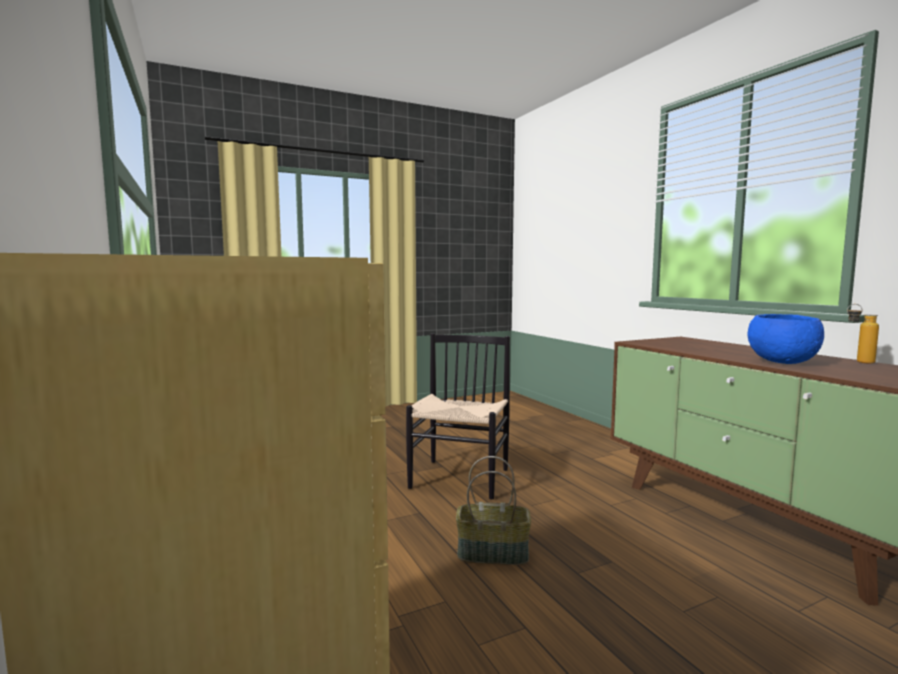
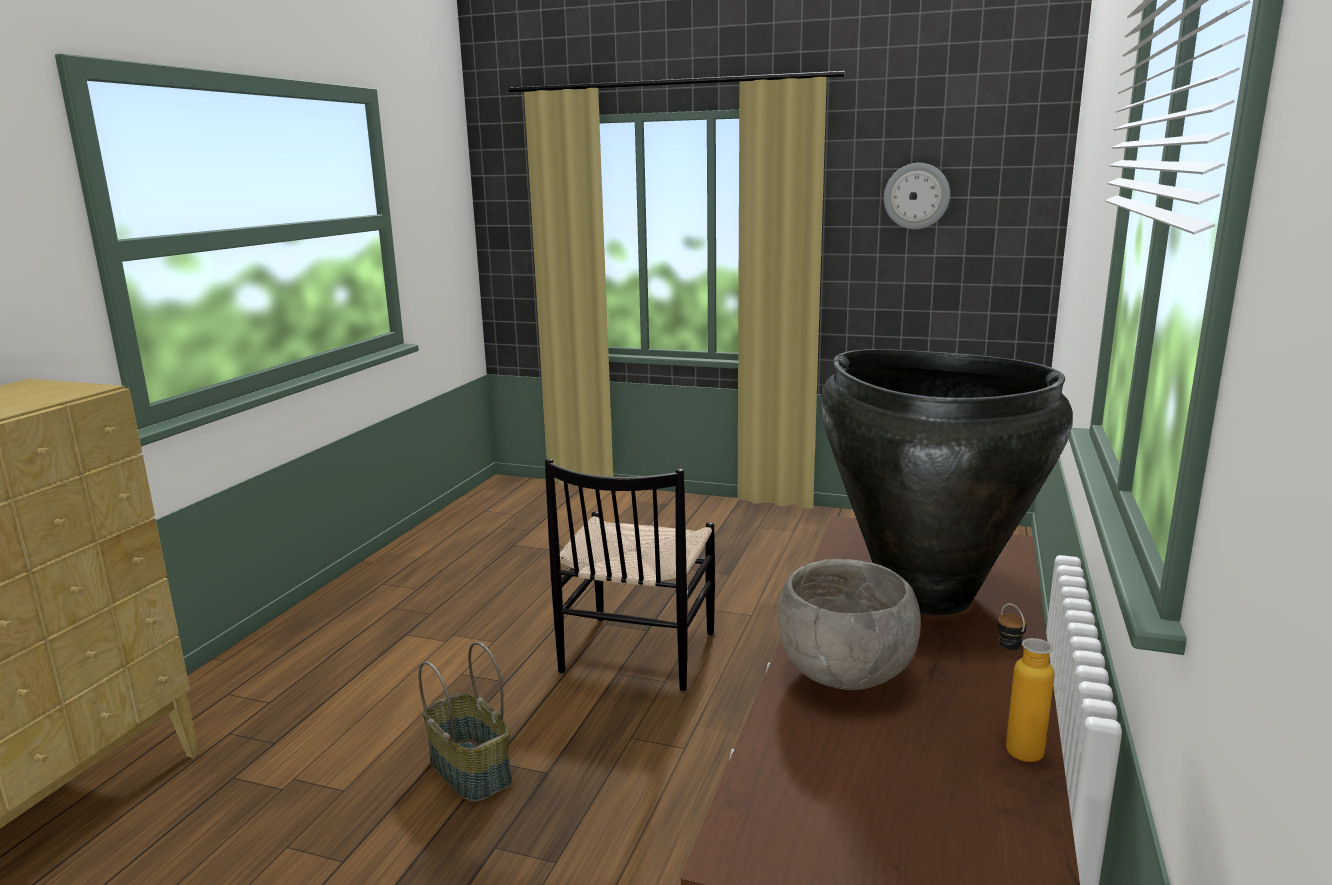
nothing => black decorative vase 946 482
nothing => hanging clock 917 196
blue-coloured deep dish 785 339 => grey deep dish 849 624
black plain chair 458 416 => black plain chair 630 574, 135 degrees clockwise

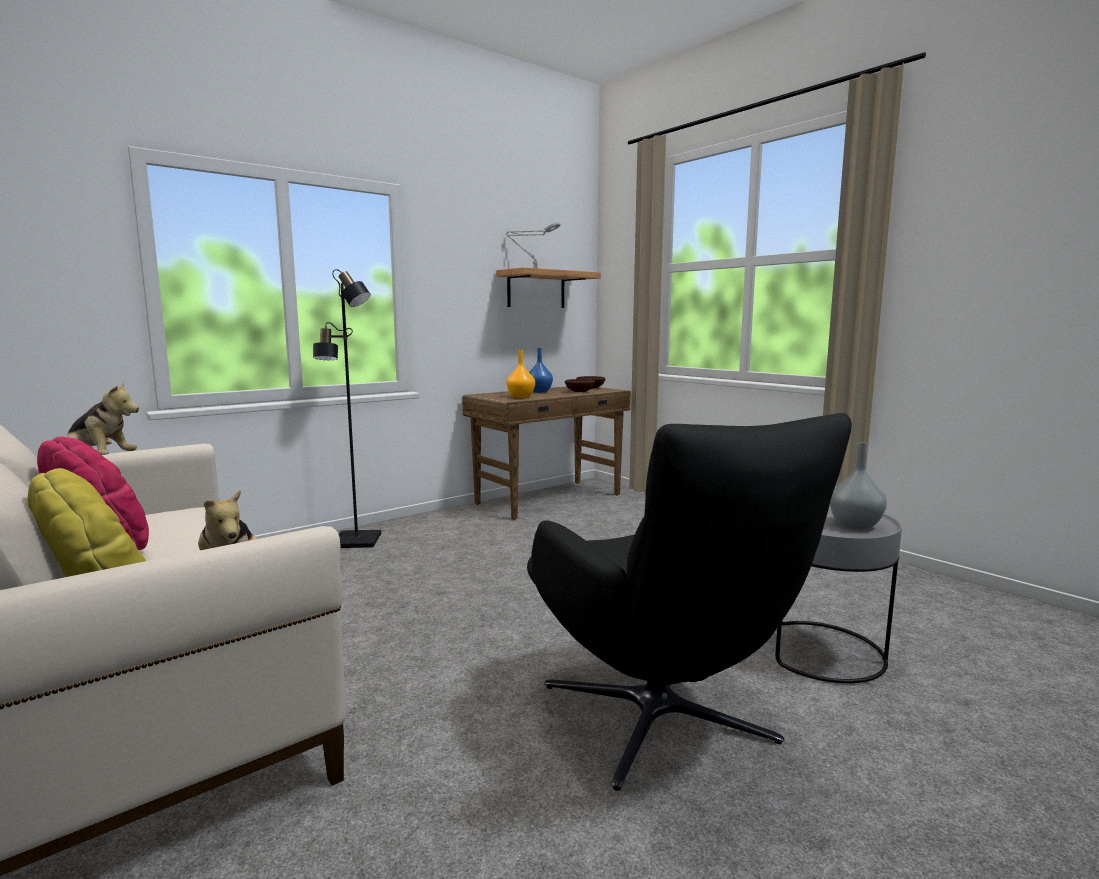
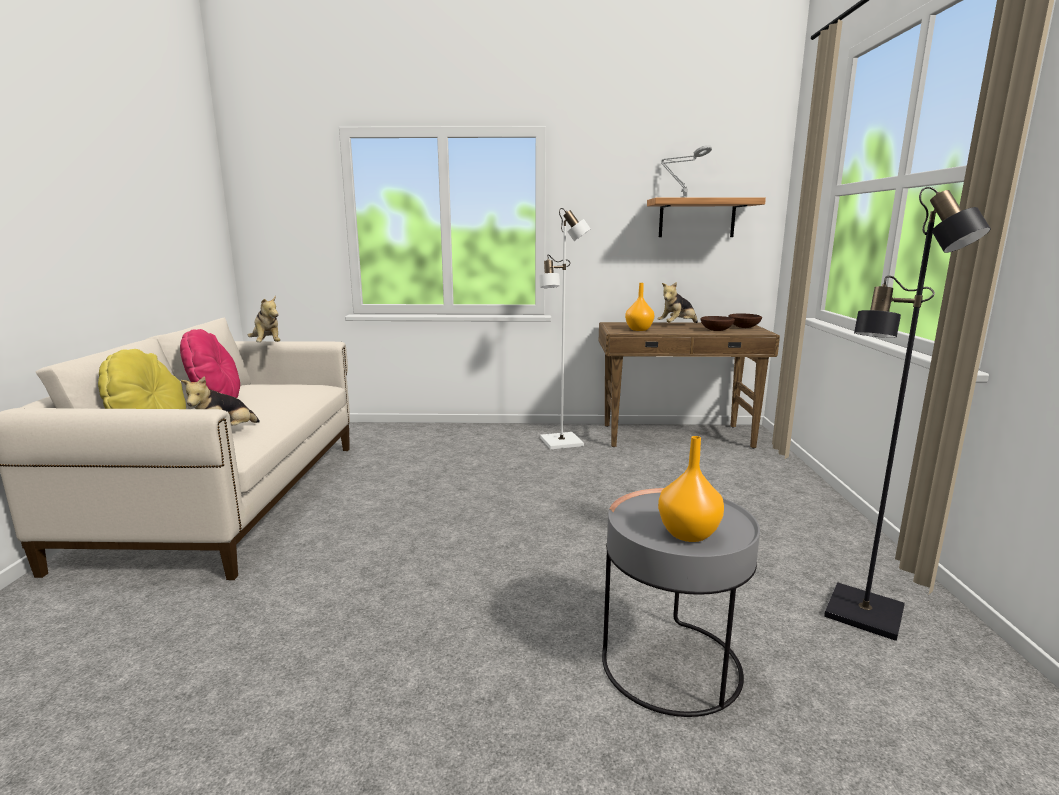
black lounge chair 689 602 => nothing
nothing => white-coloured floor lamp 565 328
black floor lamp 347 408 => black floor lamp 907 414, relocated
blue-coloured decorative vase 541 370 => cuddly toy 678 302
grey decorative vase 858 486 => orangey decorative vase 691 489

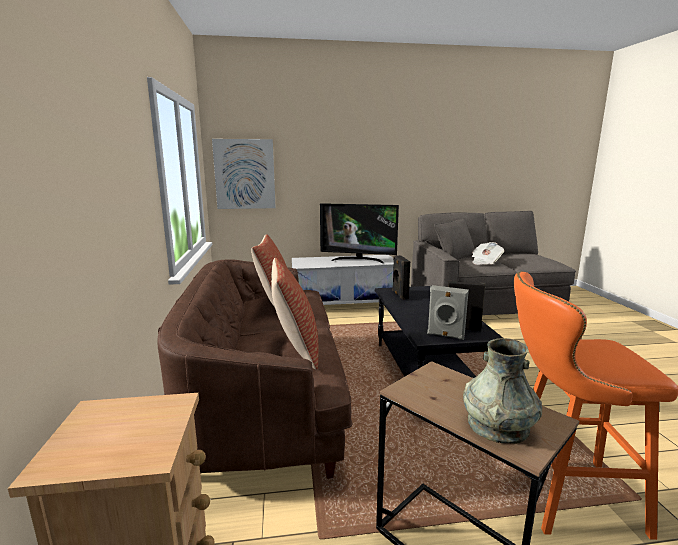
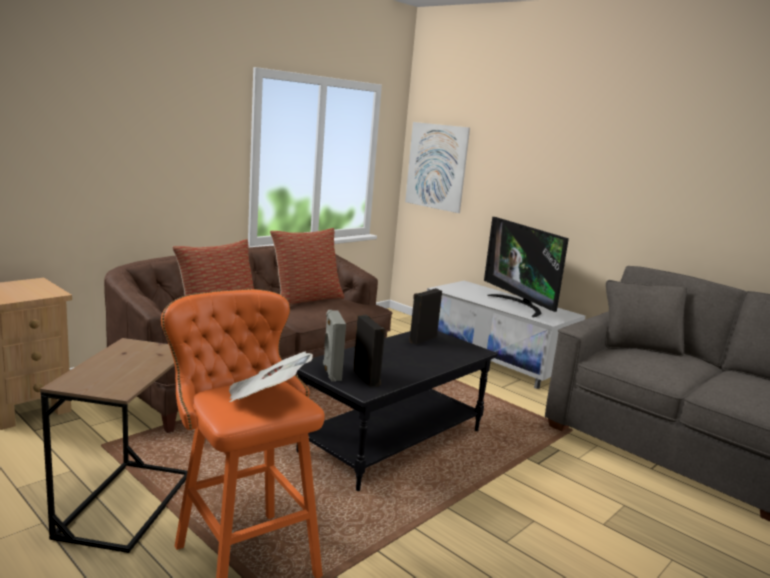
grey decorative vase 502 391 => nothing
printed paper 487 253 => printed paper 271 377, relocated

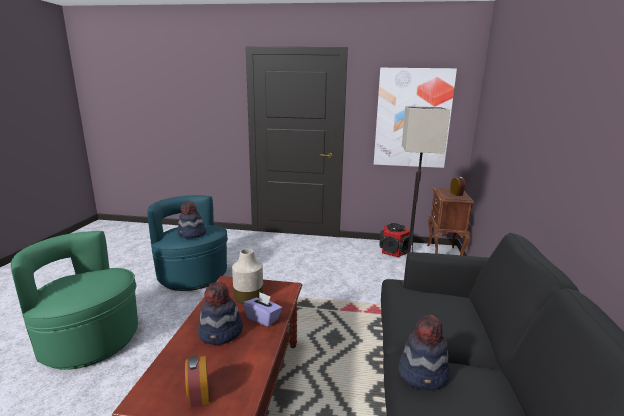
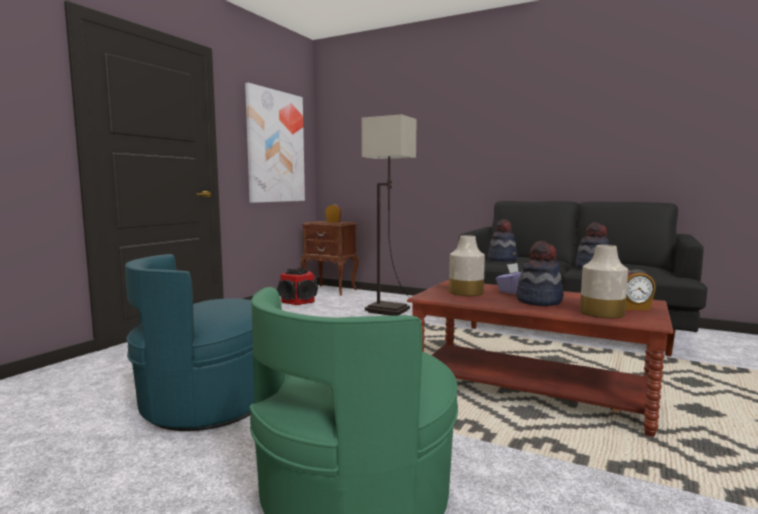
nothing => beige-coloured decorative vase 604 281
wearable hat 192 220 => wearable hat 502 240, relocated

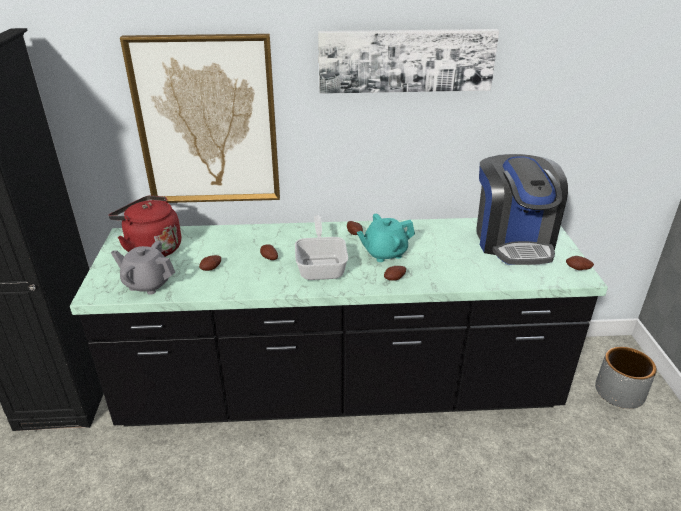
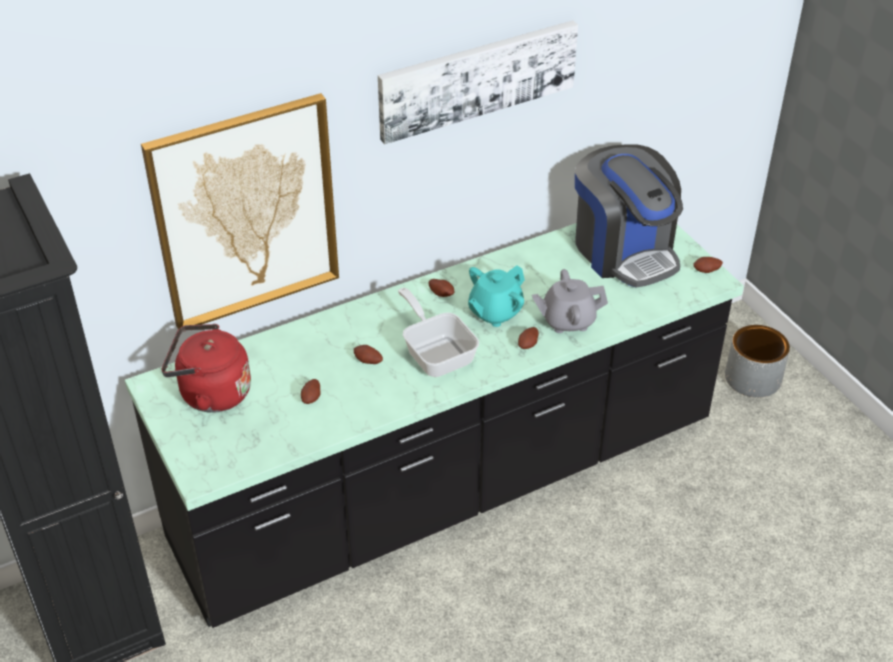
grey pot for tea 143 268 => grey pot for tea 570 301, relocated

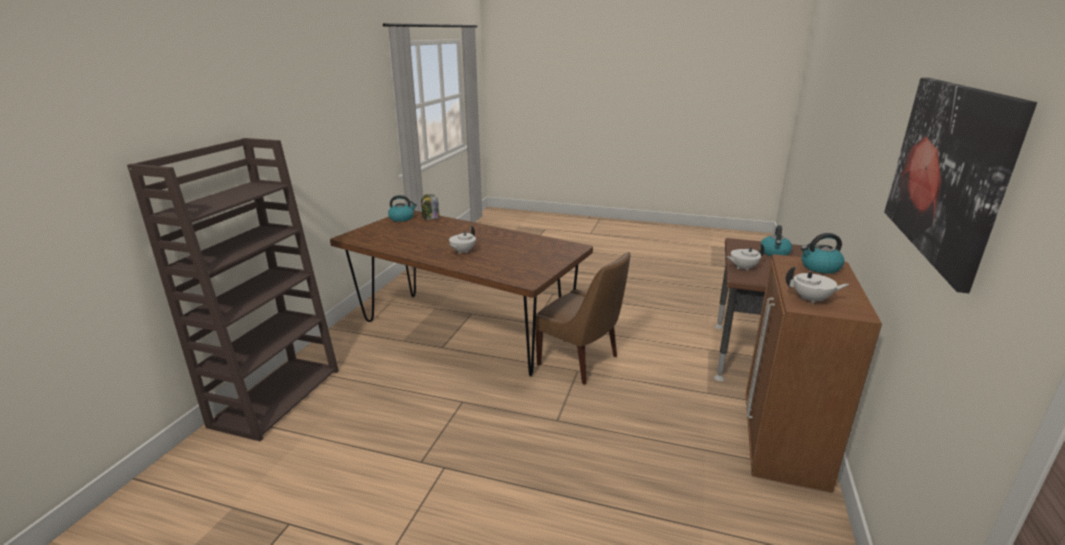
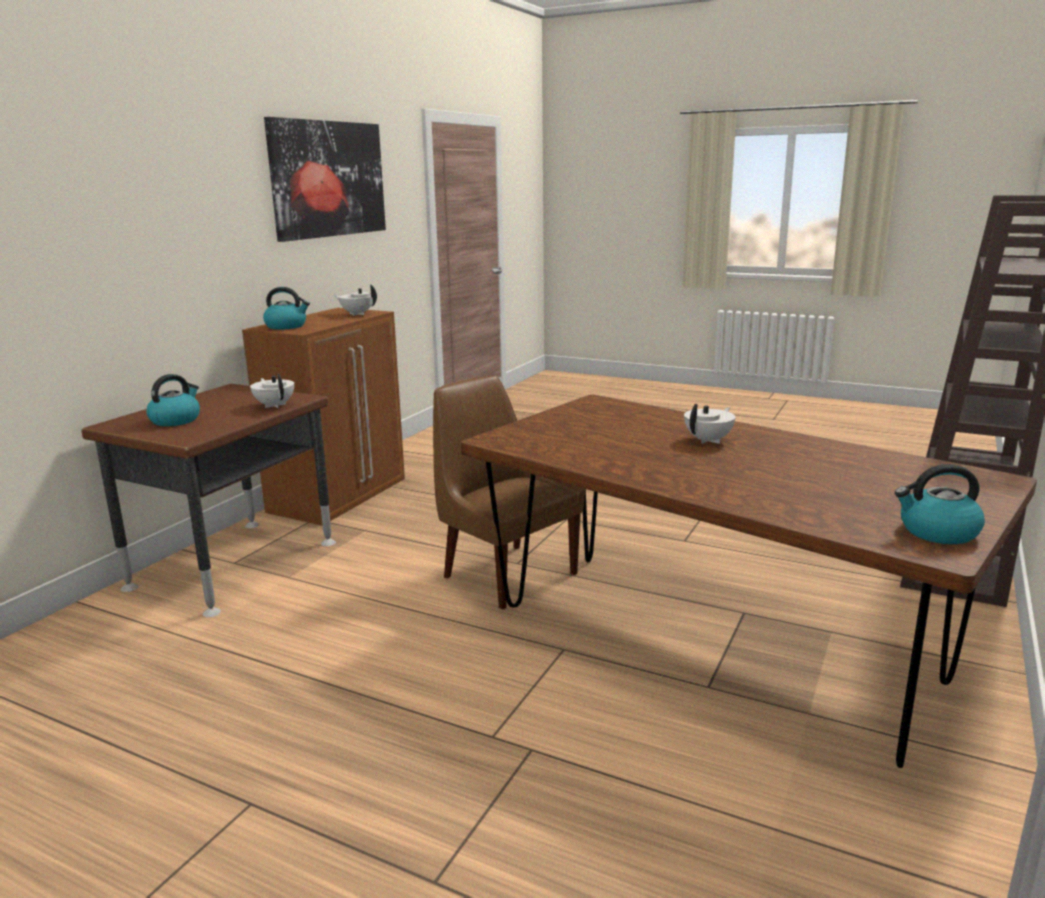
preserve jar 430 207 => nothing
white-coloured pot for tea 745 257 => white-coloured pot for tea 272 391, 120 degrees counterclockwise

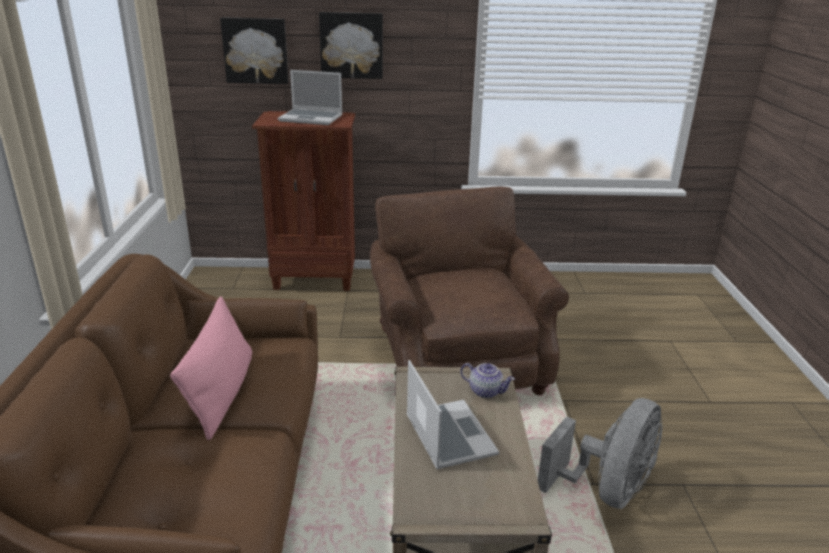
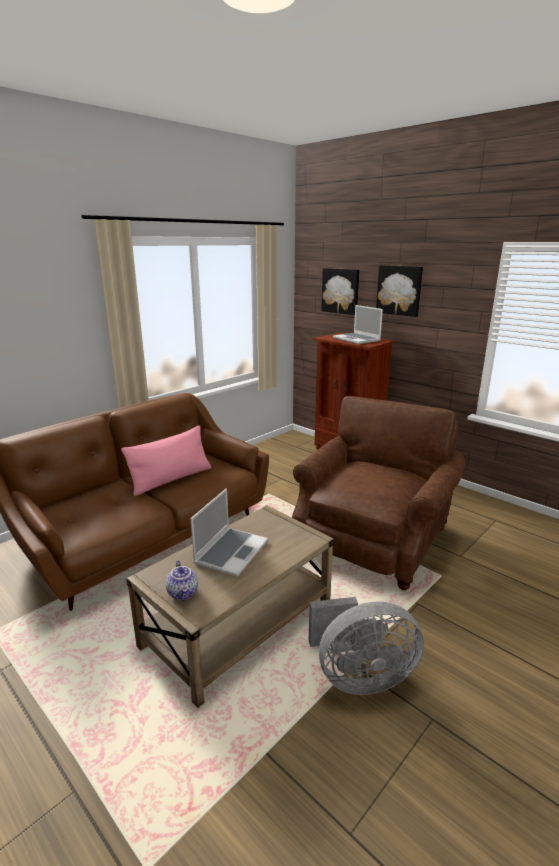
pot for tea 487 380 => pot for tea 182 580, relocated

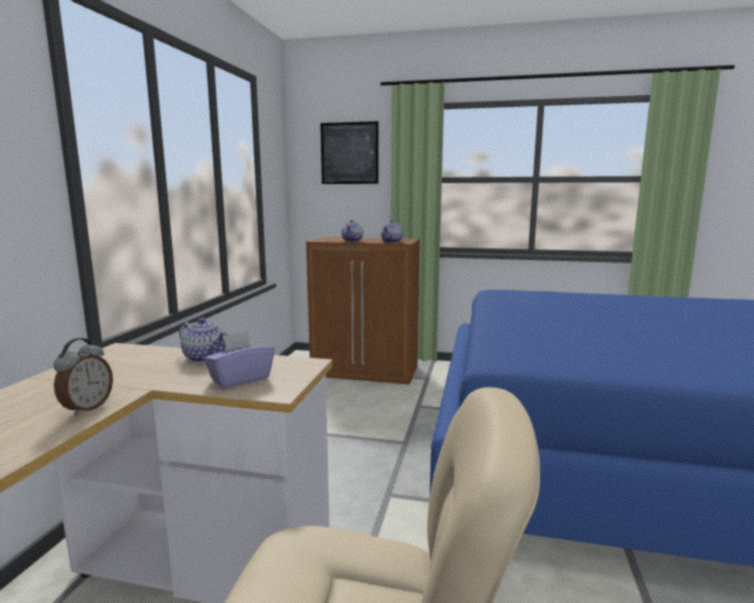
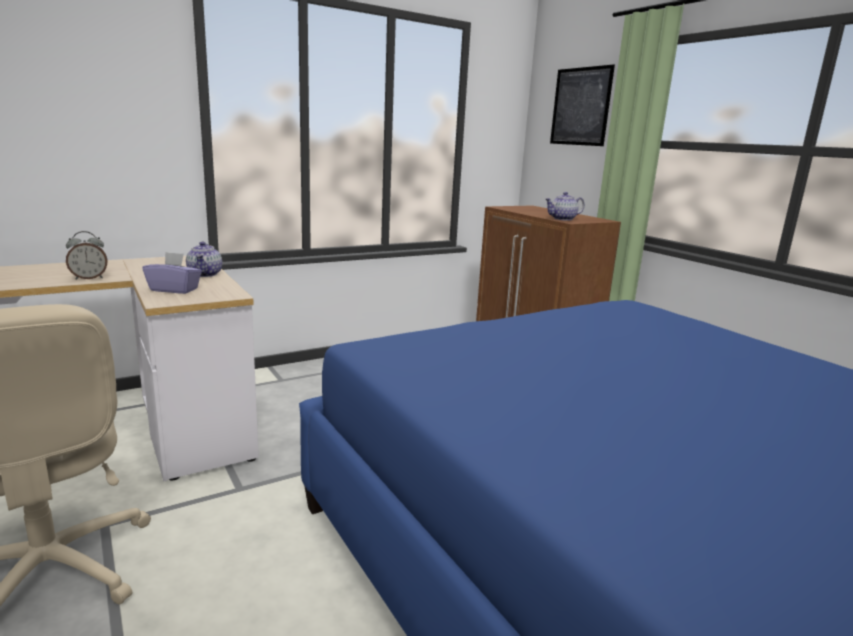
pot for tea 352 231 => nothing

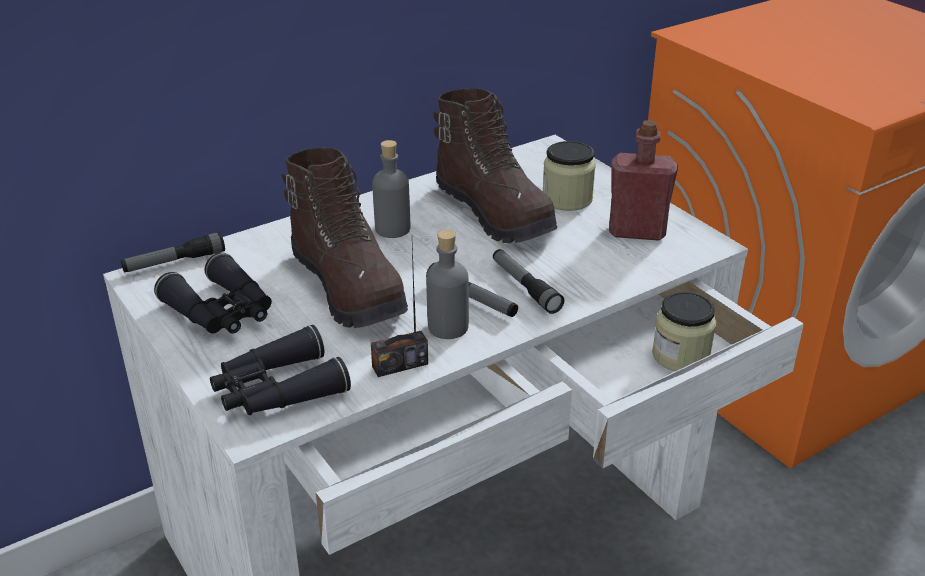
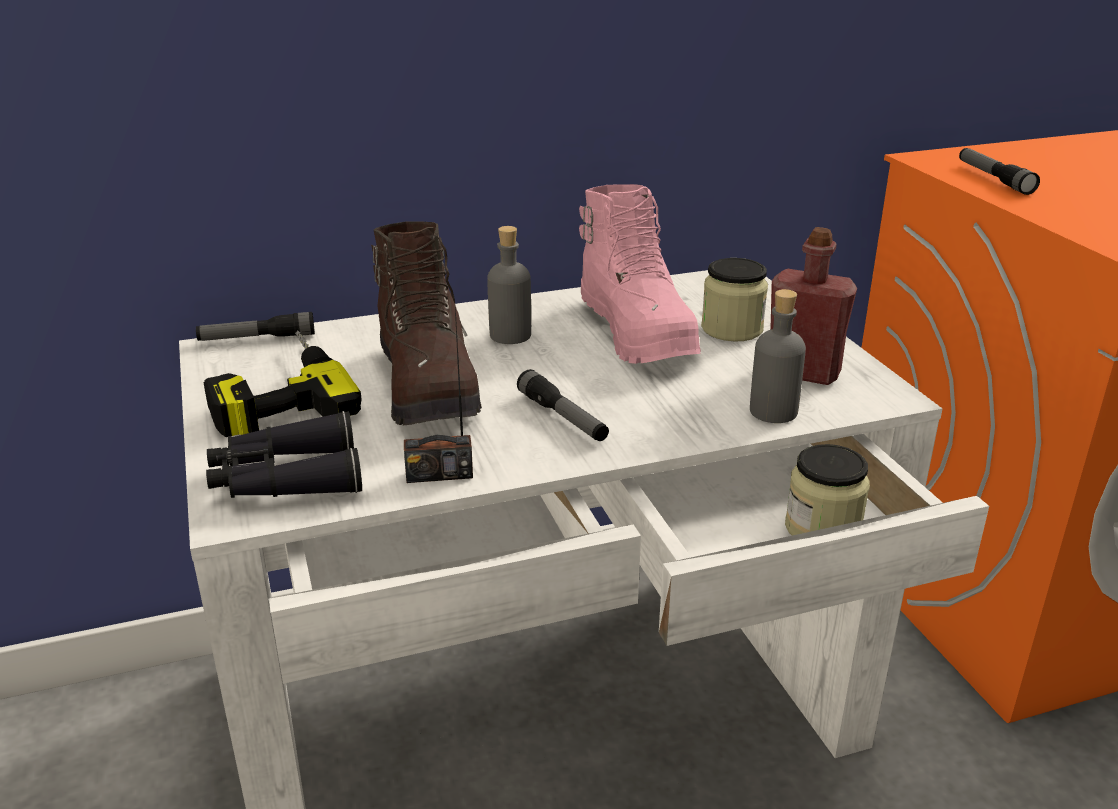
grey beverage bottle 447 284 => grey beverage bottle 778 356, relocated
flashlight 528 281 => flashlight 999 171, relocated
black pair of binoculars 213 293 => electric drill 283 383
brown high-top boot 495 165 => pinkish high-top boot 640 274

